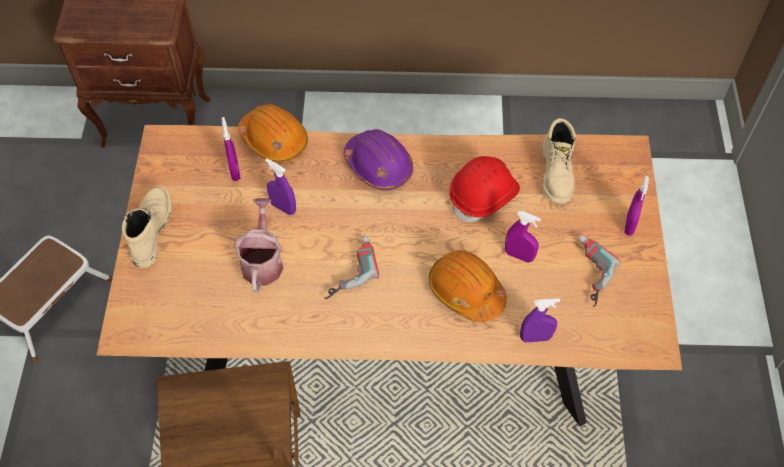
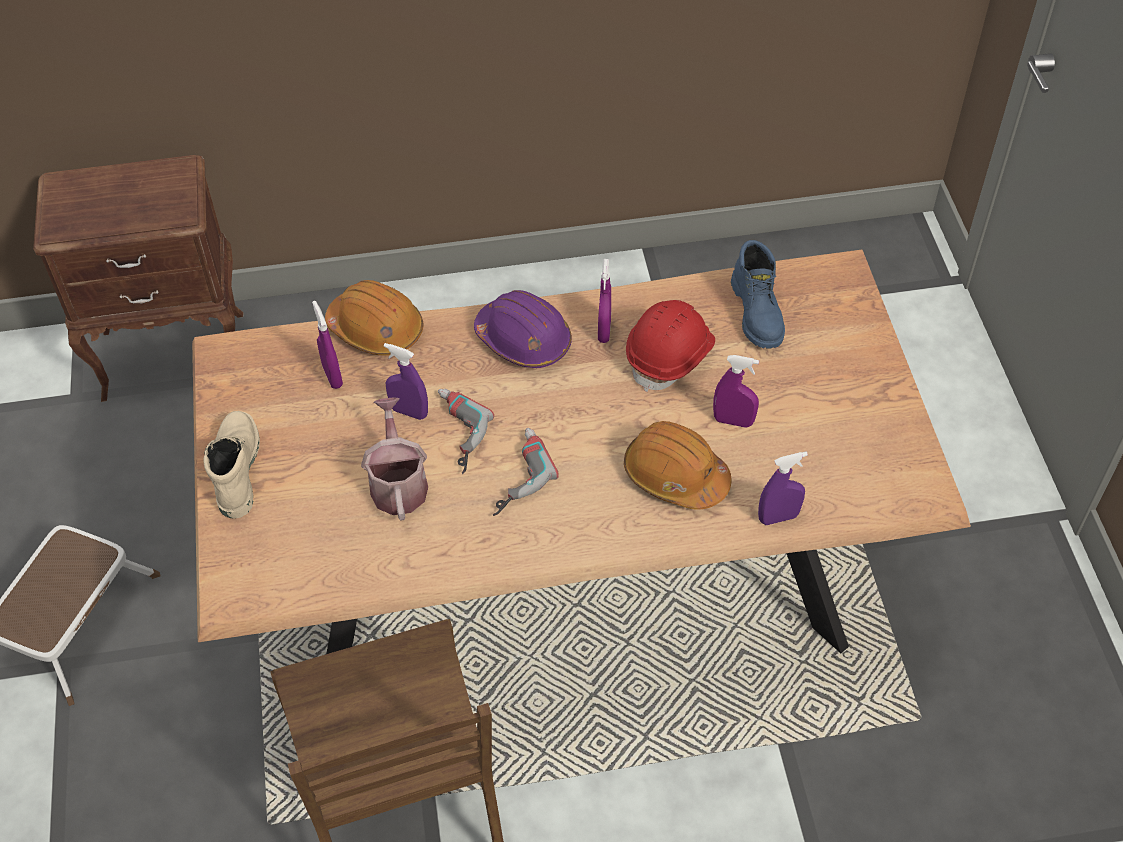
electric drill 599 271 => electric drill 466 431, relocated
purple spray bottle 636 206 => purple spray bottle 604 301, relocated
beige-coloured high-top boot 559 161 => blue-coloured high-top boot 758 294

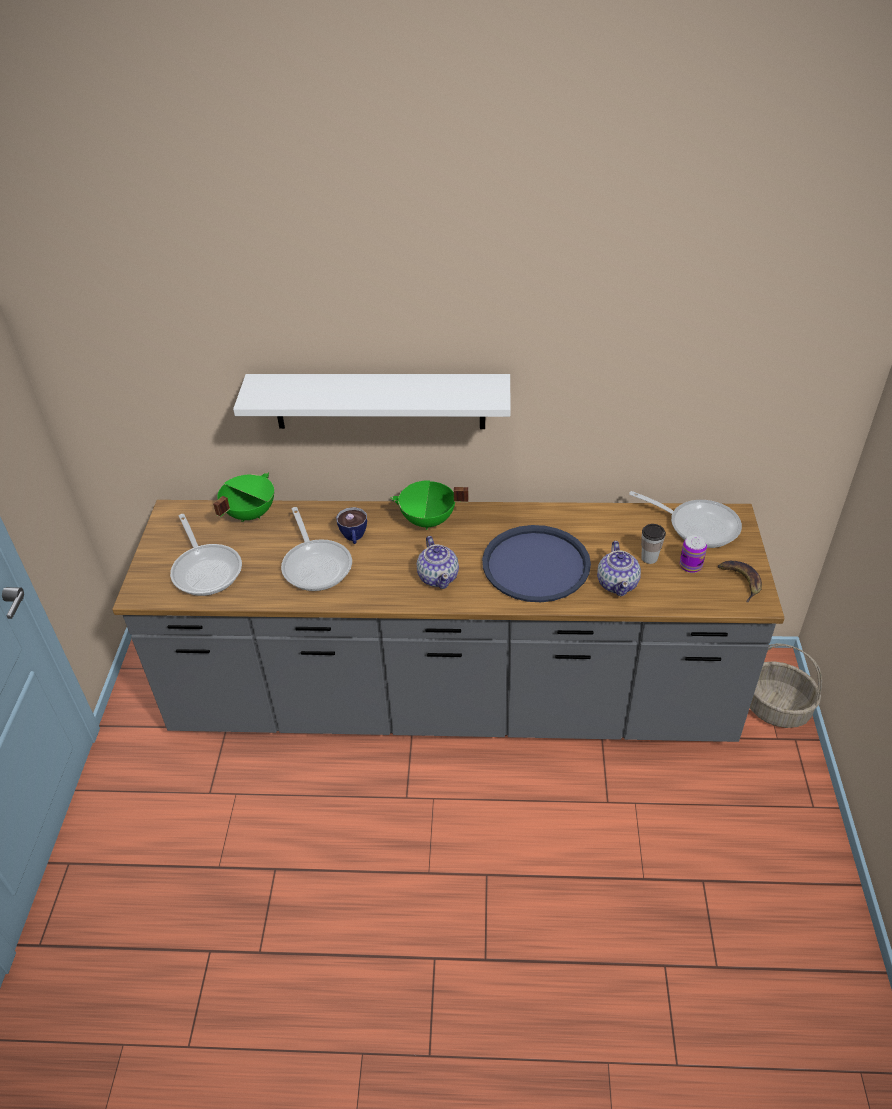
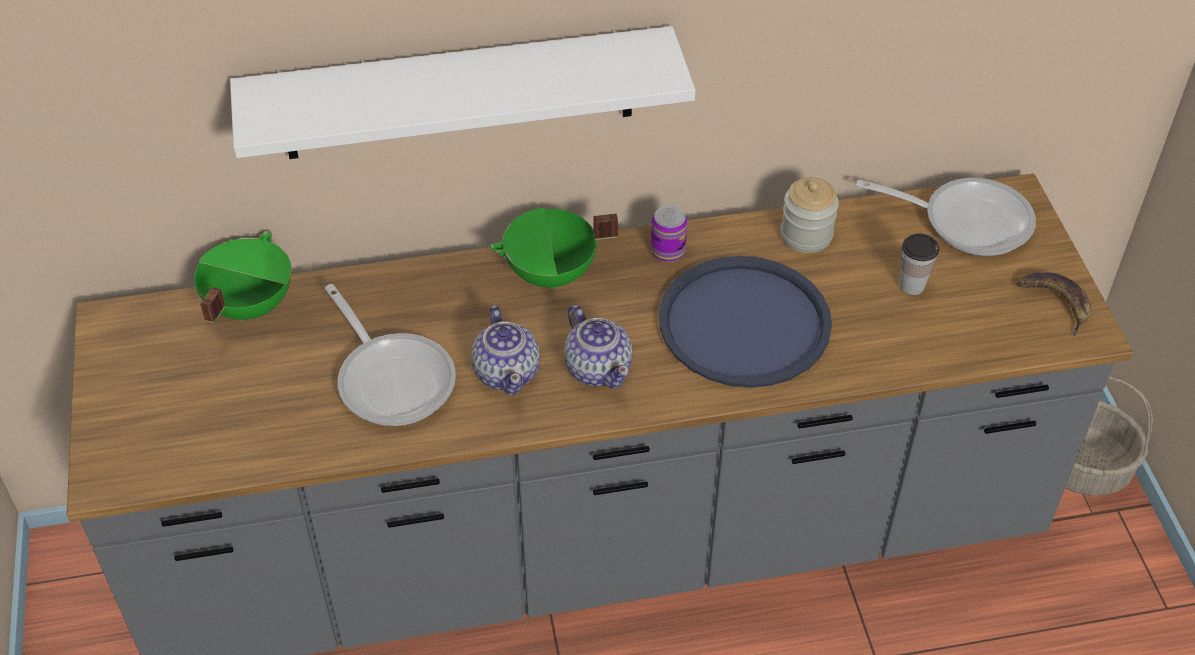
frying pan 206 555 => nothing
small cup 351 525 => nothing
nothing => preserve jar 810 215
pot for tea 619 568 => pot for tea 505 350, relocated
sealed can 693 554 => sealed can 669 233, relocated

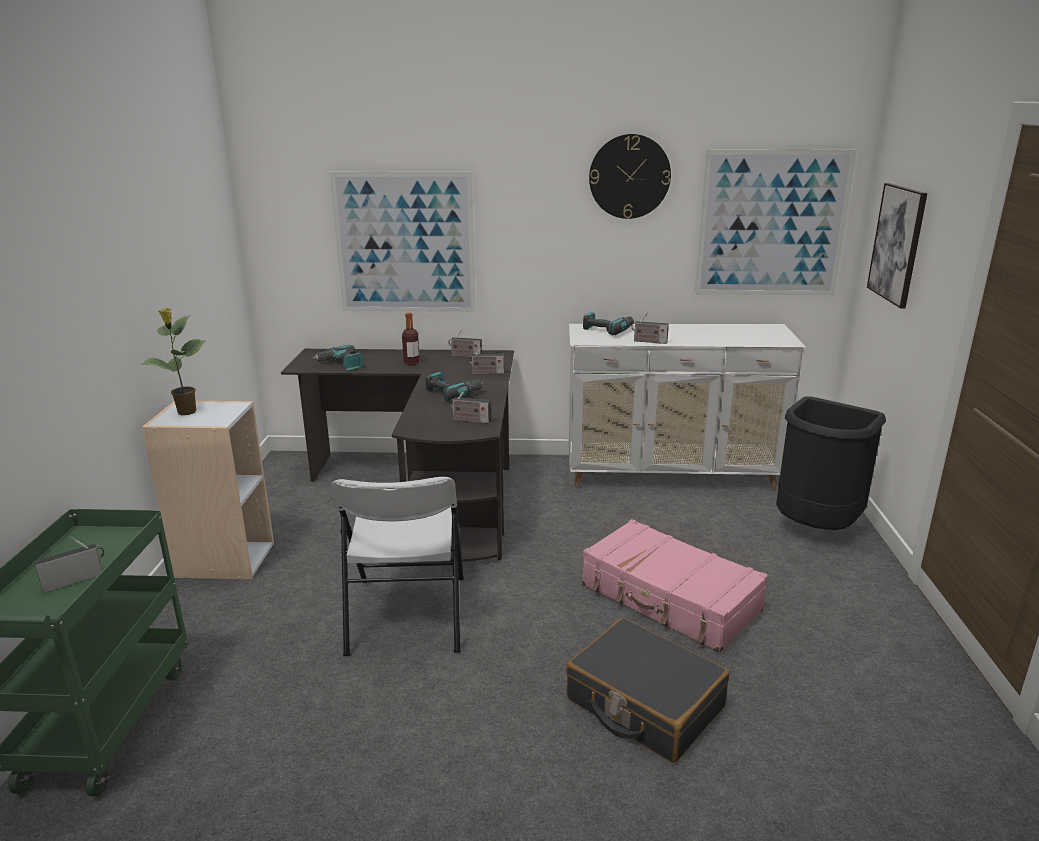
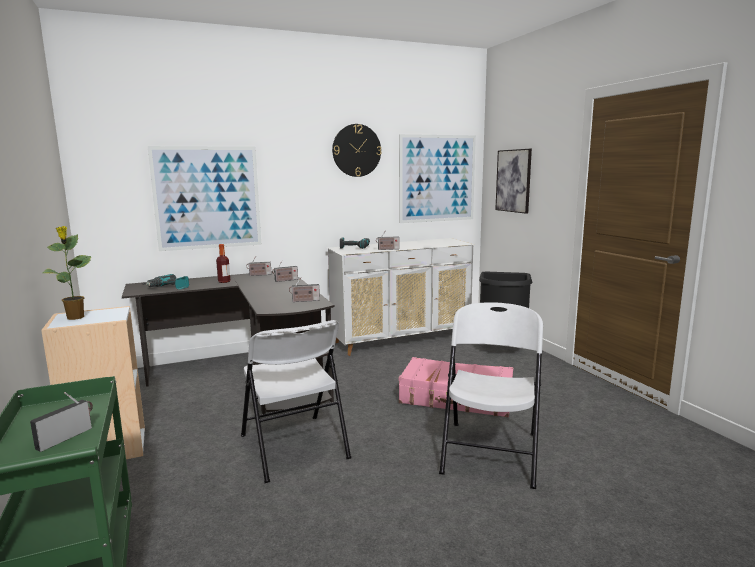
electric drill 455 386 => nothing
black piece of luggage 648 690 => white-coloured plain chair 491 395

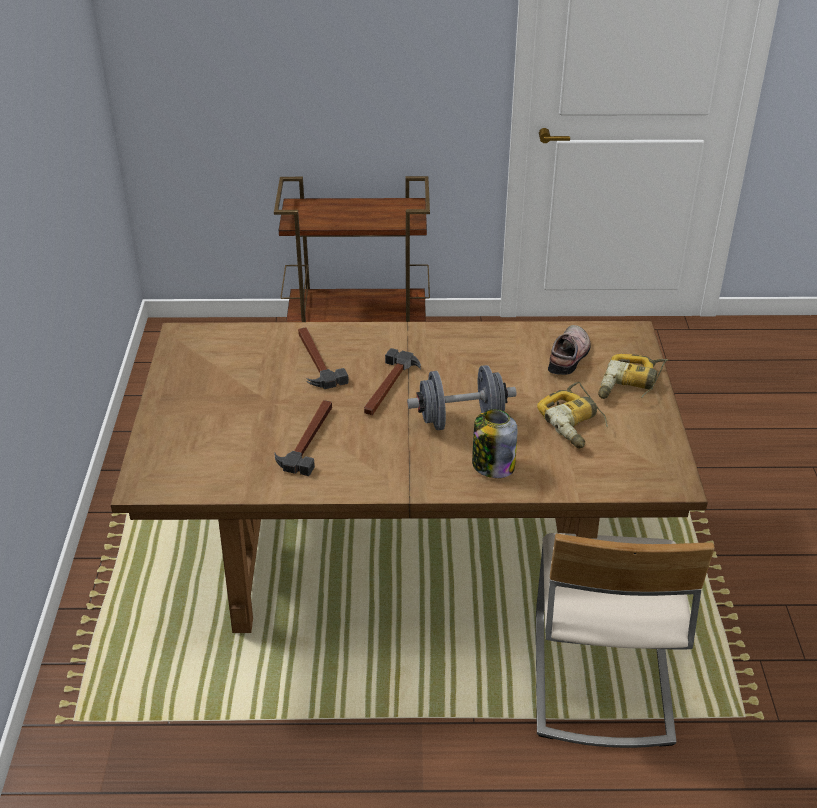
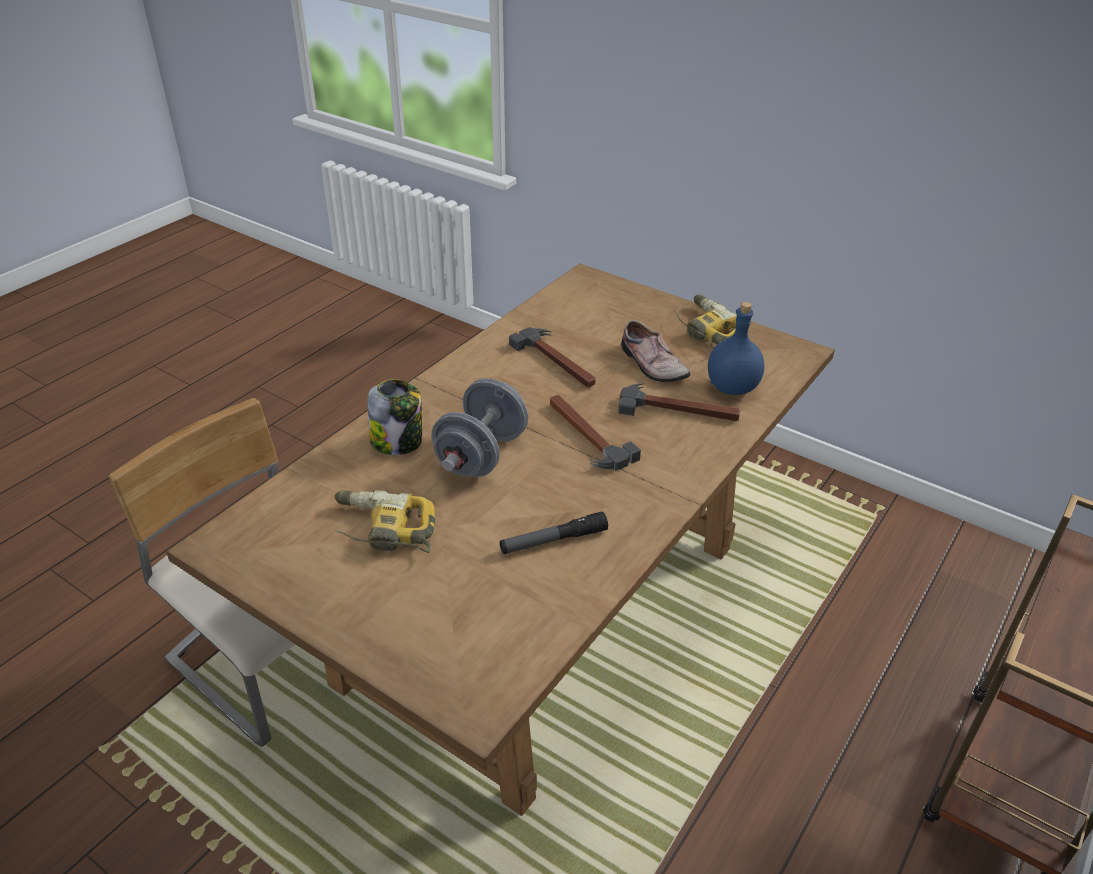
nothing => flashlight 554 532
nothing => blue-coloured beverage bottle 736 348
item of footwear 569 350 => item of footwear 655 351, relocated
electric drill 633 376 => electric drill 711 321, relocated

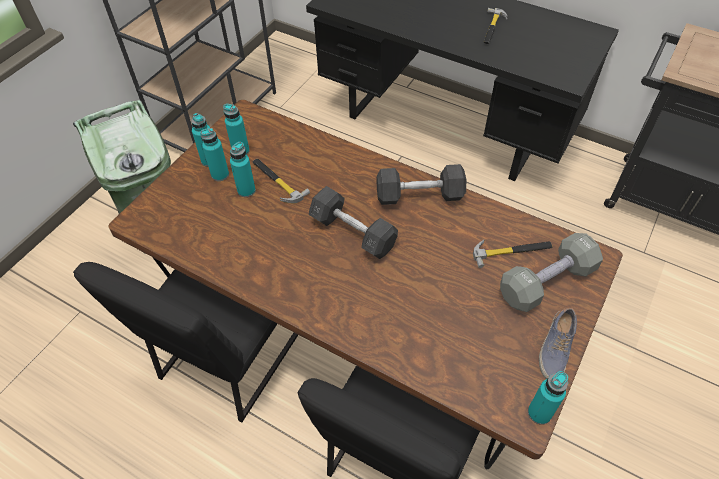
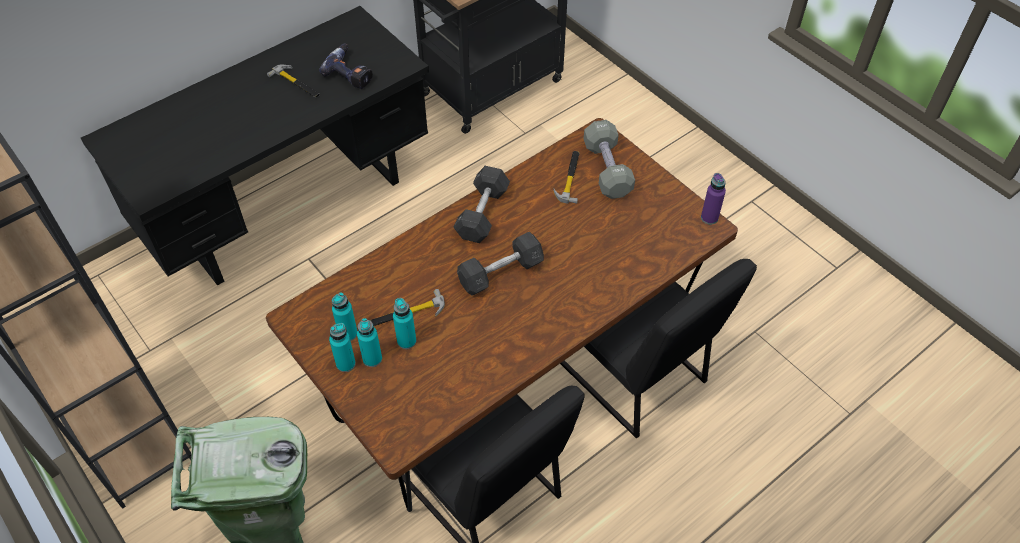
item of footwear 558 343 => nothing
nothing => electric drill 346 66
turquoise-coloured beverage bottle 548 398 => purple beverage bottle 713 198

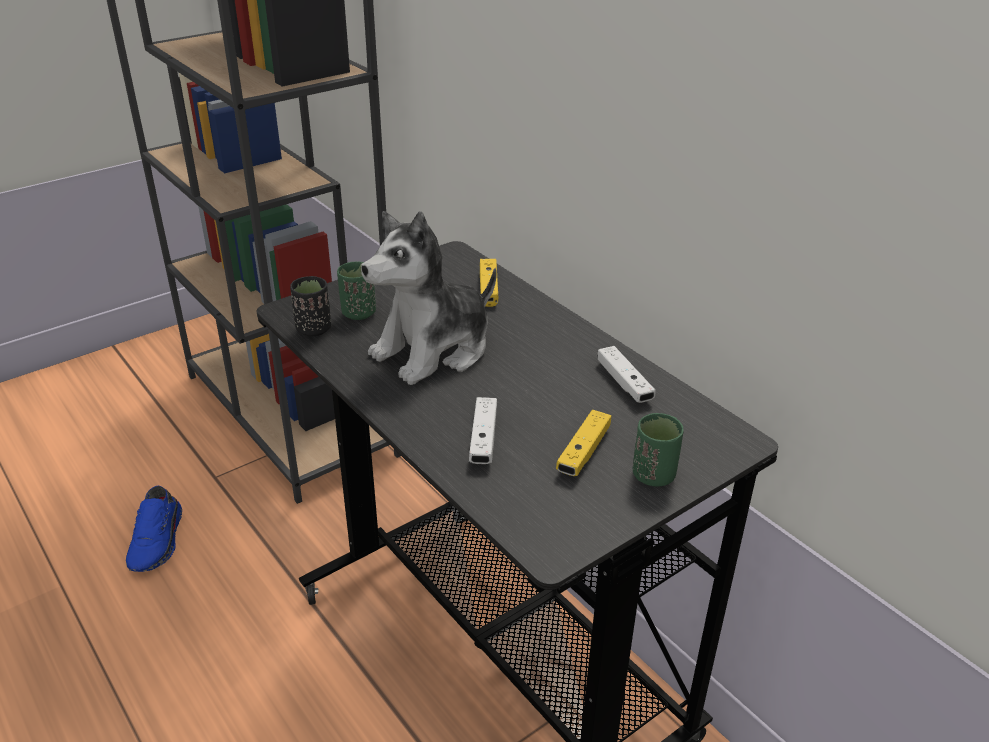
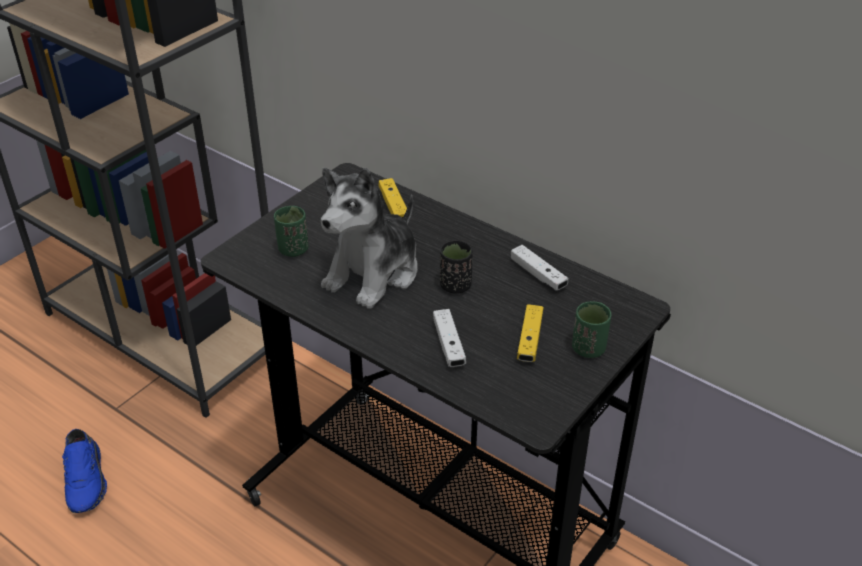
black small cup 310 306 => black small cup 456 267, relocated

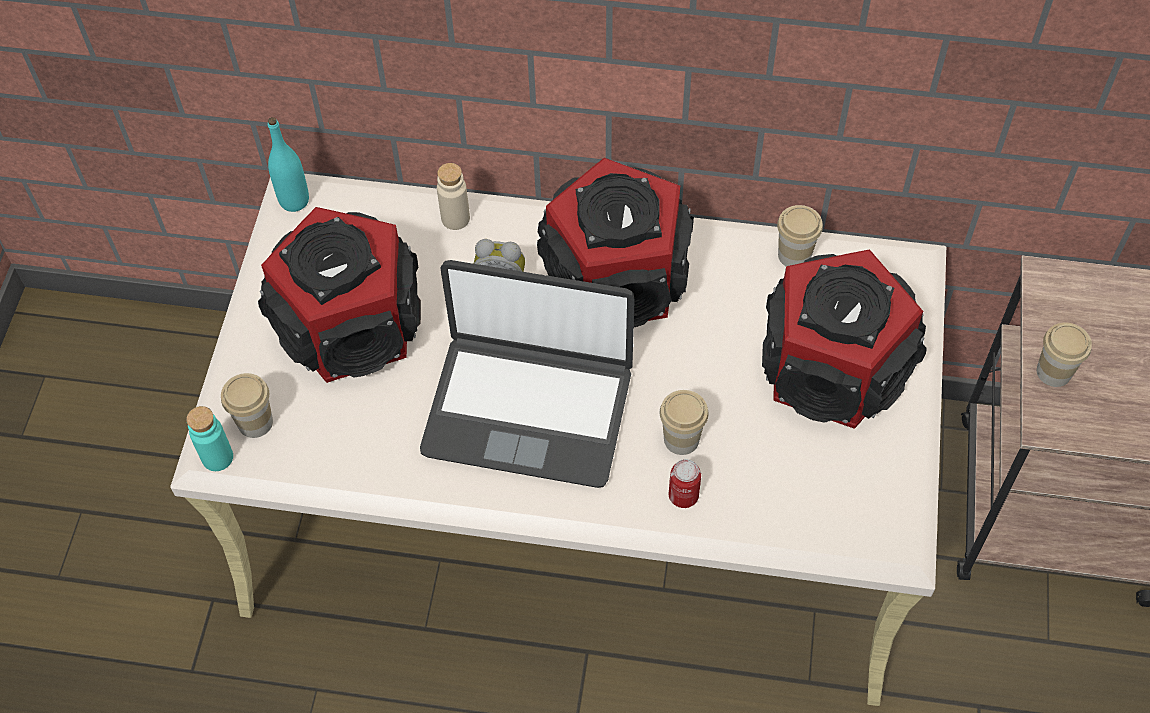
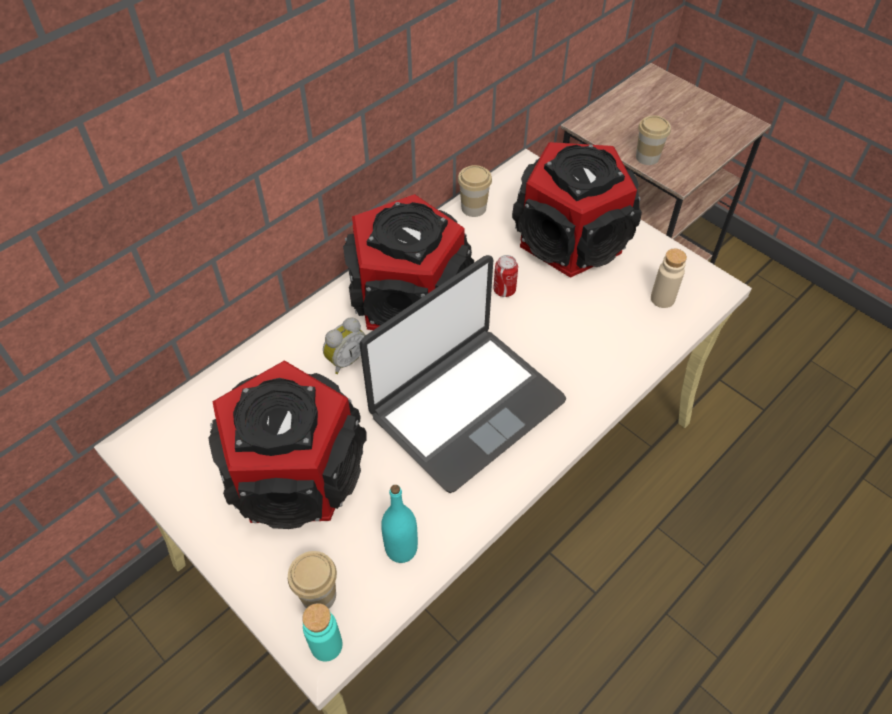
small cup 684 422 => nothing
turquoise-coloured beverage bottle 288 164 => turquoise-coloured beverage bottle 399 524, relocated
beige-coloured beverage bottle 453 196 => beige-coloured beverage bottle 669 278, relocated
sealed can 685 483 => sealed can 505 276, relocated

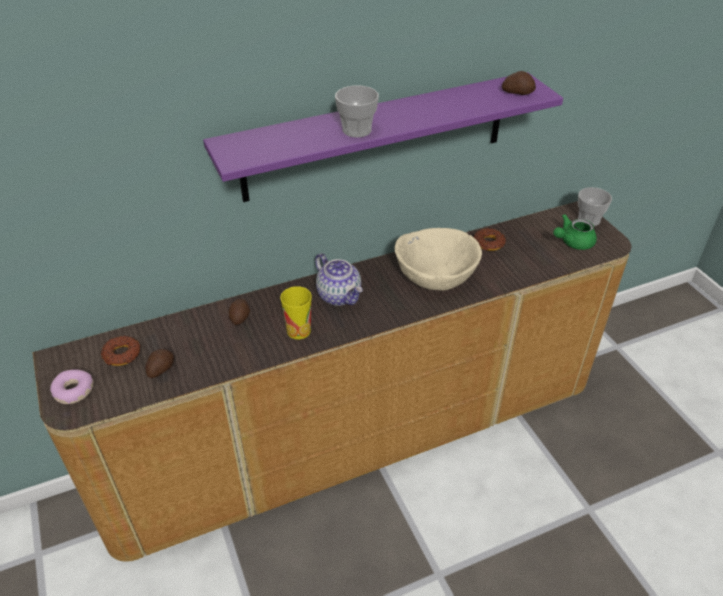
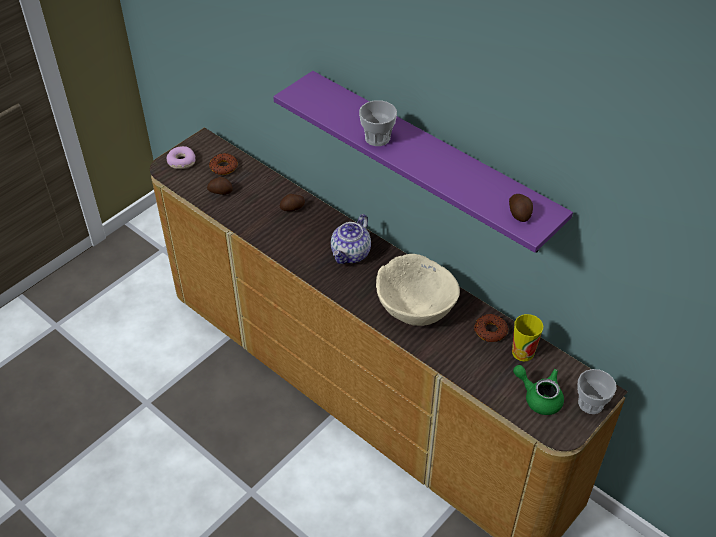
small cup 296 312 => small cup 527 337, relocated

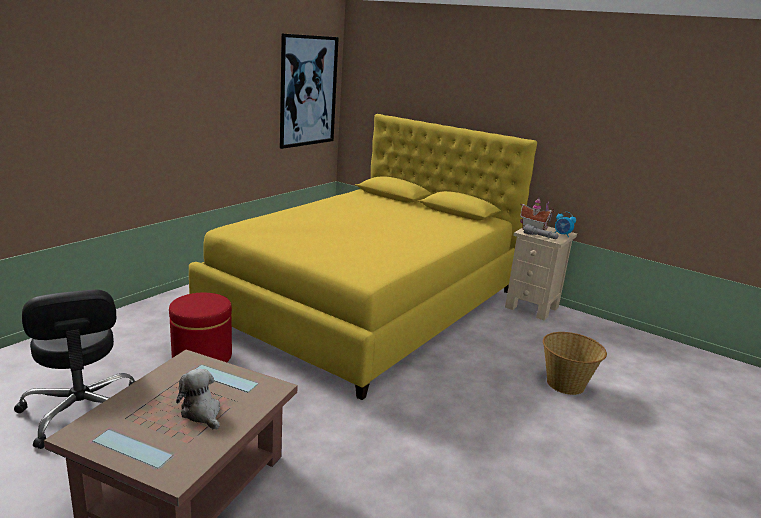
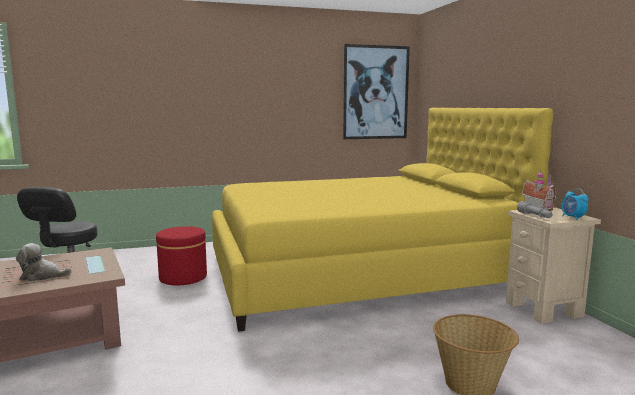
cuddly toy 198 399 => cuddly toy 43 262, 90 degrees counterclockwise

